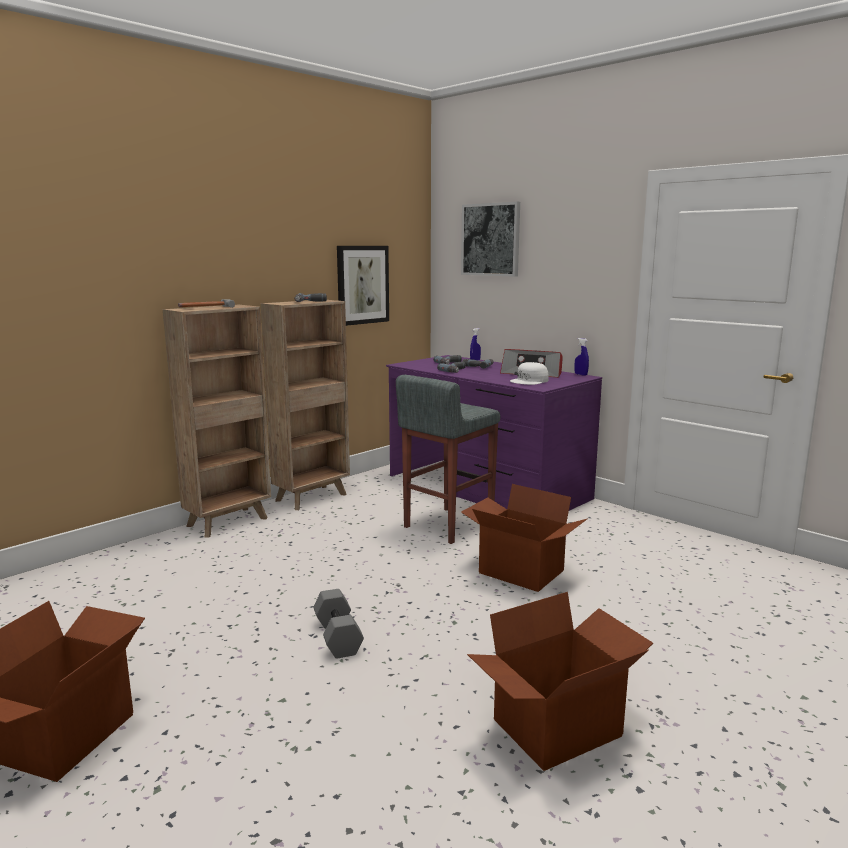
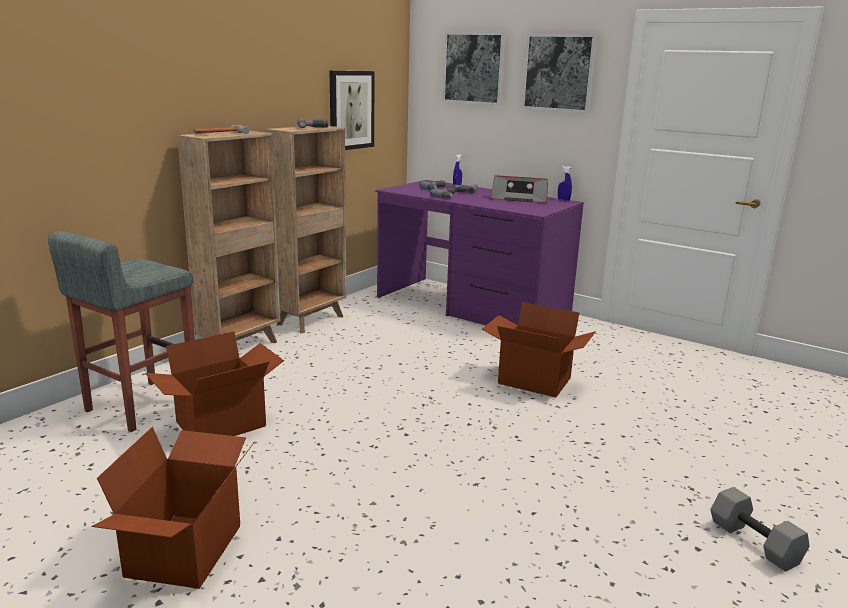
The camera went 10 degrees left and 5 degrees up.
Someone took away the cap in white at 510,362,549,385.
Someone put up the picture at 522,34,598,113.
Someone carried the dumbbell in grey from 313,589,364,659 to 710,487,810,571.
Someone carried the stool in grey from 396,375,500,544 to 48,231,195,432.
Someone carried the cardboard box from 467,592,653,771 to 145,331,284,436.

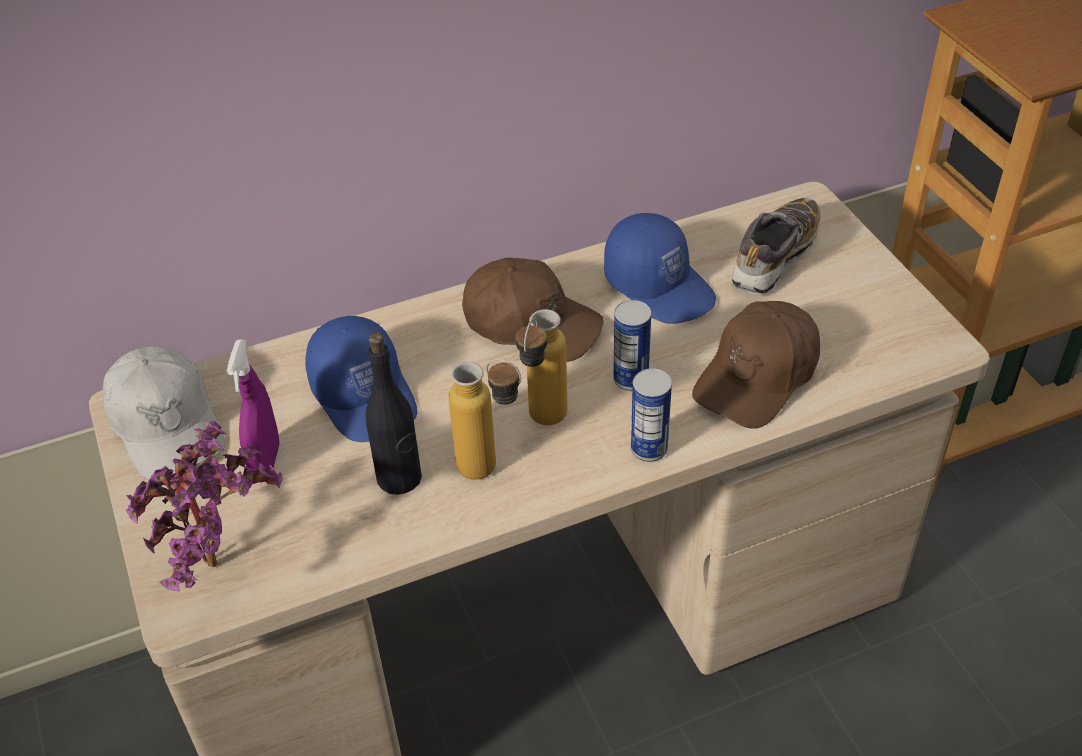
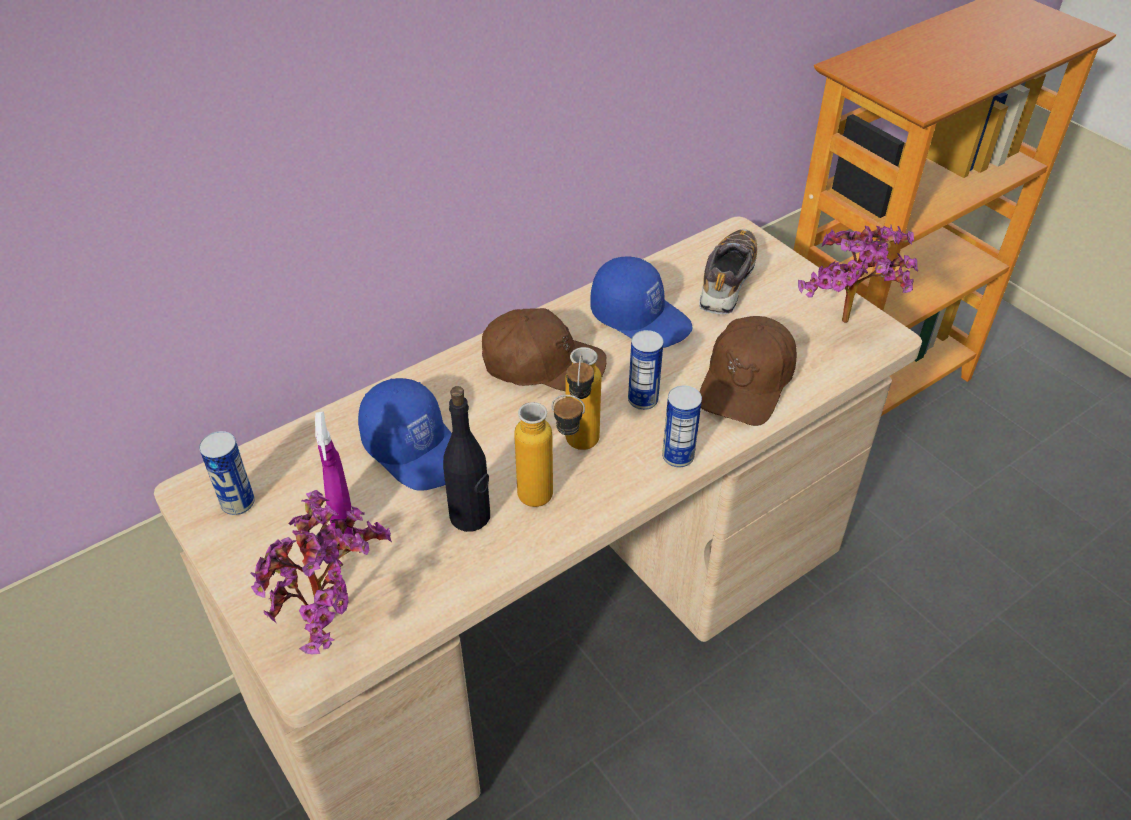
The camera went 15 degrees left and 0 degrees up.
Someone put down the potted plant at 798,224,918,323.
Someone swapped the cap in white at 103,346,225,480 for the can at 199,431,255,515.

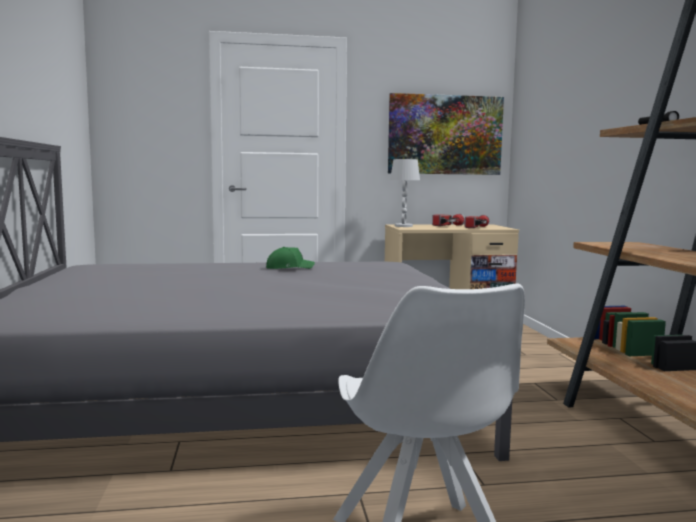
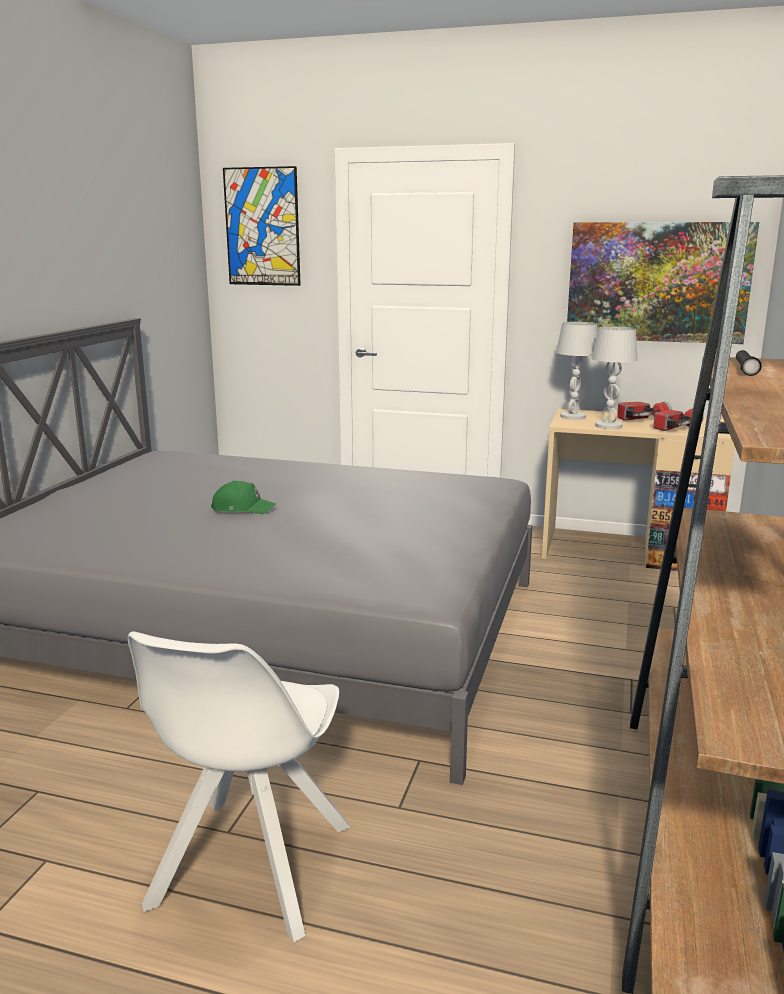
The camera went 25 degrees right and 10 degrees up.
Someone put up the picture at 223,166,301,286.
Someone put down the table lamp in white at 592,326,638,429.
Someone carried the cap in green from 266,247,315,269 to 211,481,276,514.

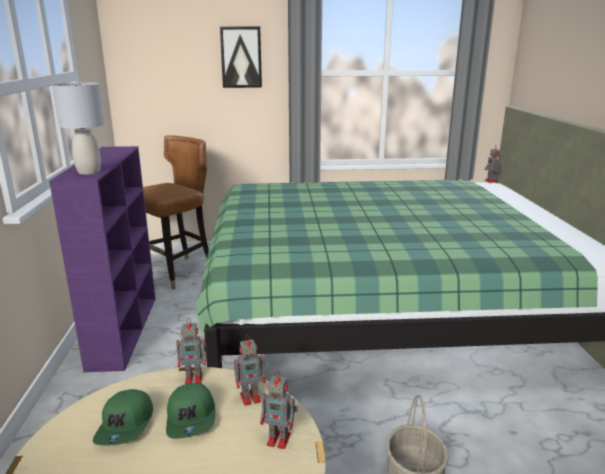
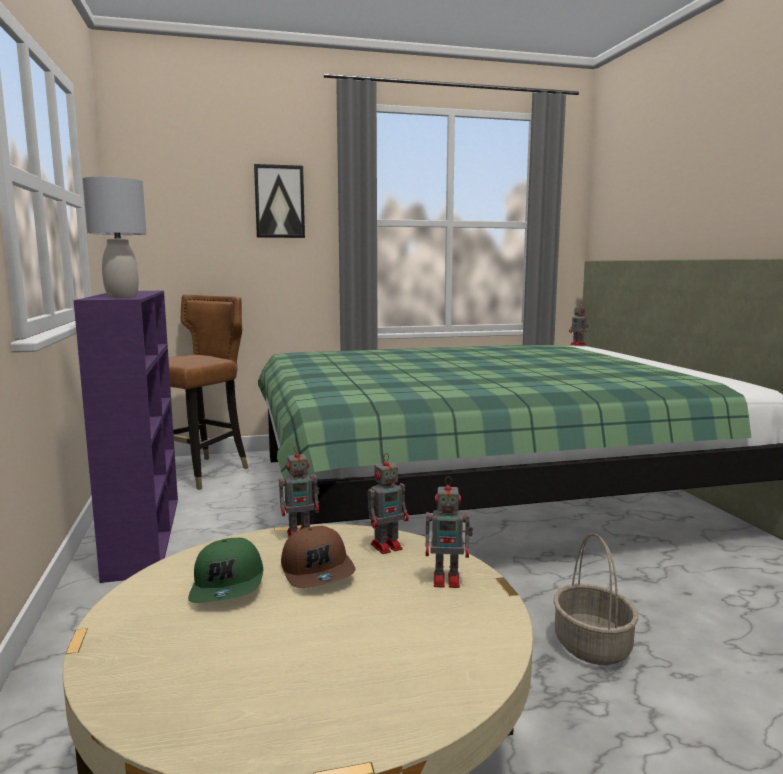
The camera went 10 degrees left and 10 degrees down.
Someone repainted the cap in green at 166,383,215,439, which became the cap in brown at 281,526,355,588.

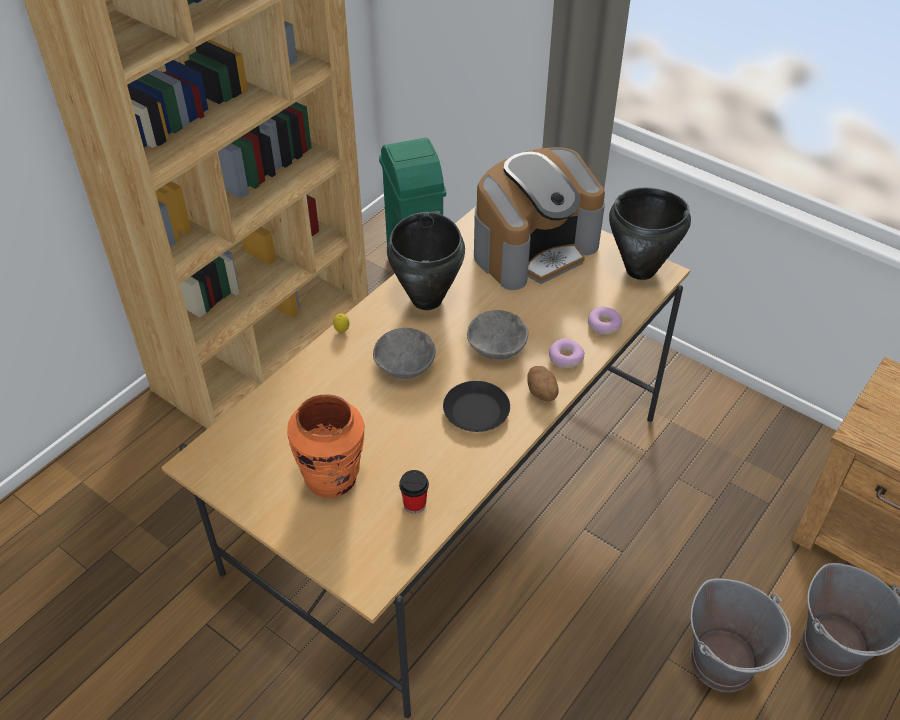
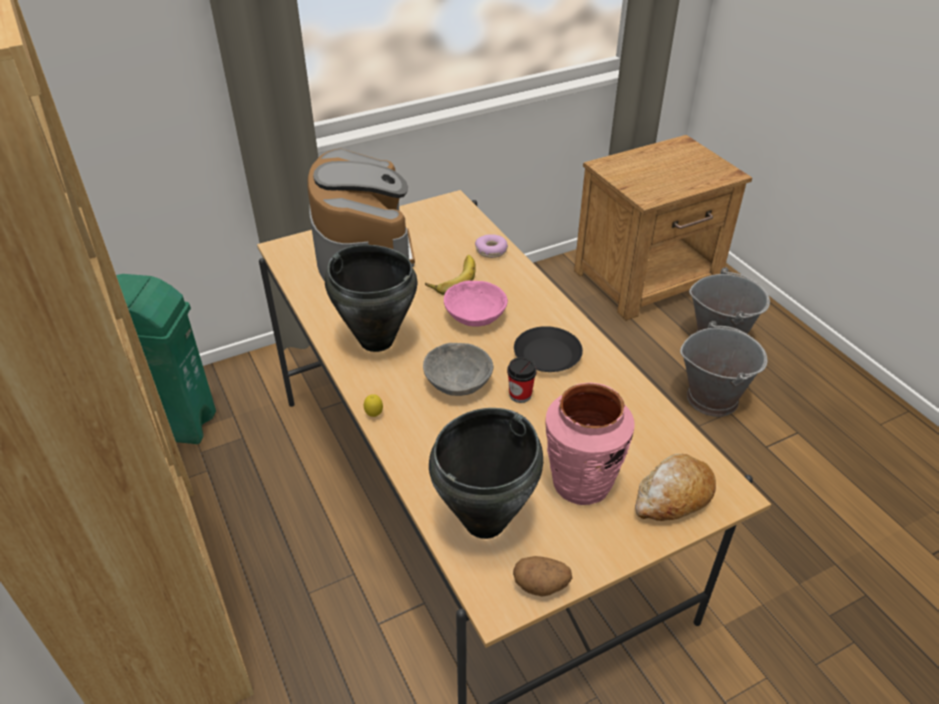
The camera went 65 degrees left and 5 degrees down.
Someone took away the donut at 549,338,585,369.
Someone put down the banana at 425,255,476,295.
Someone put down the bread at 635,453,716,521.
Someone carried the cup from 399,470,429,514 to 507,357,536,403.
Someone carried the potato from 528,366,558,402 to 513,556,572,597.
Someone carried the cooking pot in black from 609,188,691,280 to 429,408,543,539.
Someone repainted the vase in orange at 287,394,364,498, which became the vase in pink at 545,383,635,505.
Someone repainted the bowl in grey at 467,310,528,359, which became the bowl in pink at 444,281,508,327.

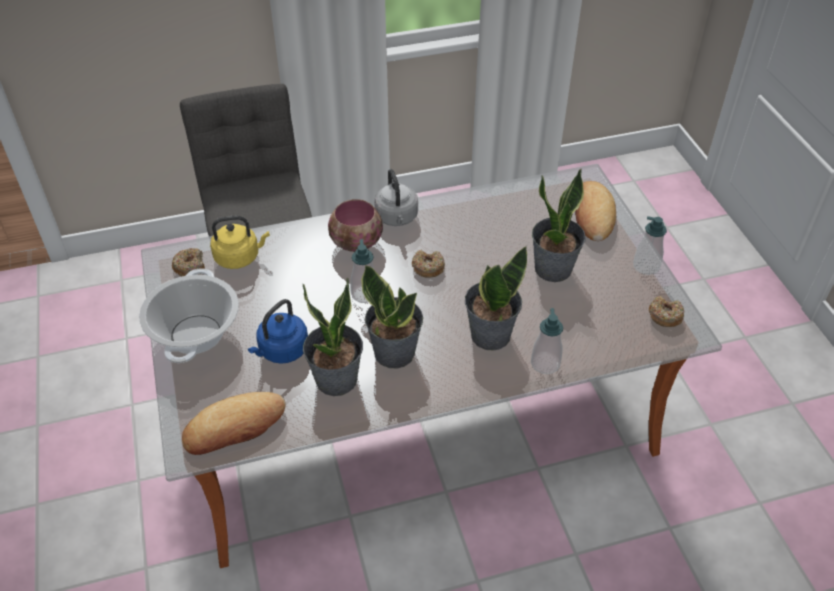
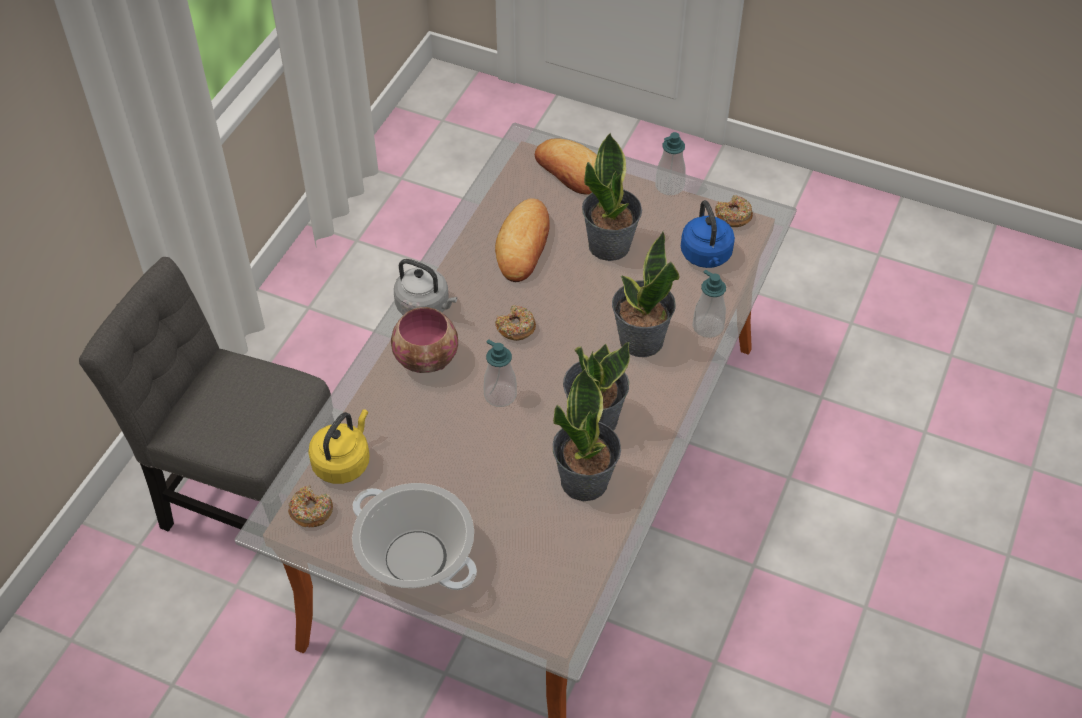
The camera went 50 degrees left and 5 degrees up.
Someone carried the bread from 182,392,286,455 to 495,198,549,282.
Someone carried the kettle in blue from 248,299,308,364 to 681,200,735,268.

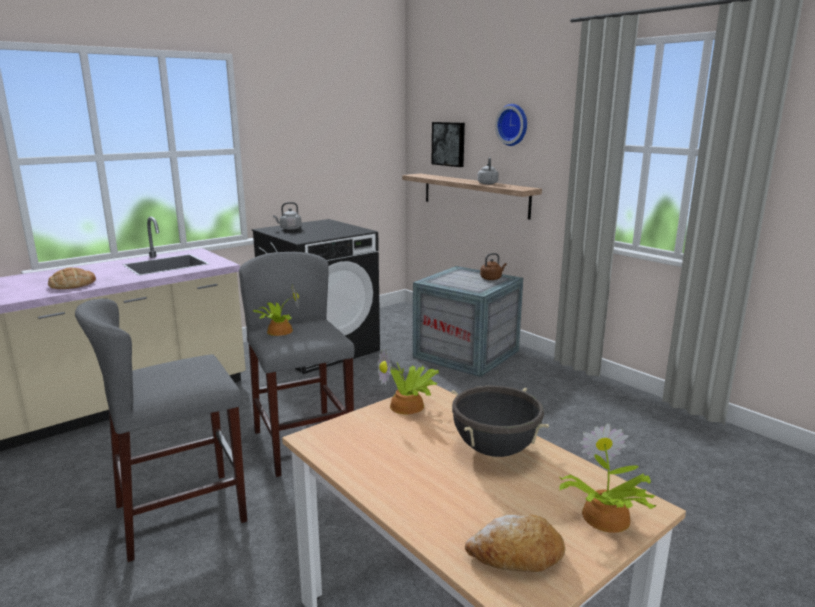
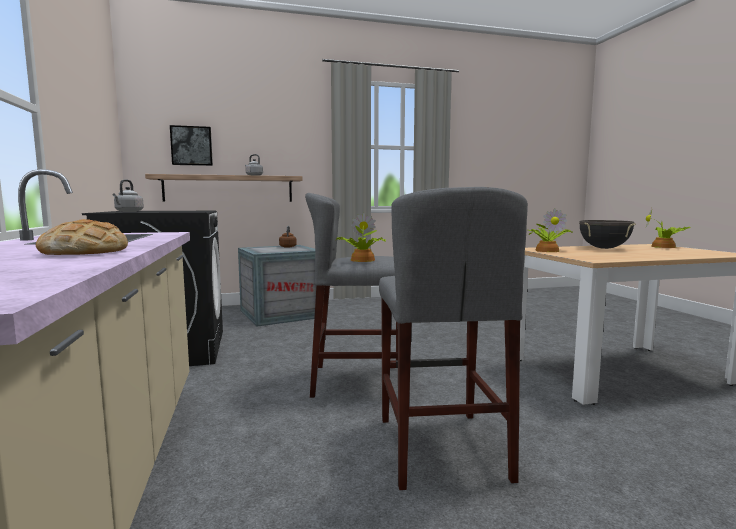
The camera went 65 degrees left and 10 degrees down.
Someone took away the bread at 465,514,565,572.
Someone took away the wall clock at 495,104,527,146.

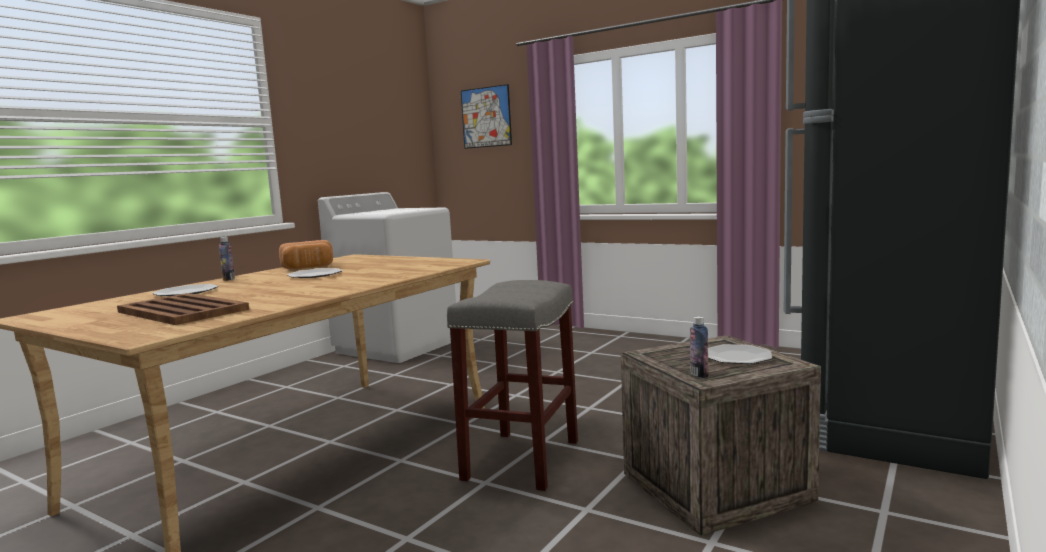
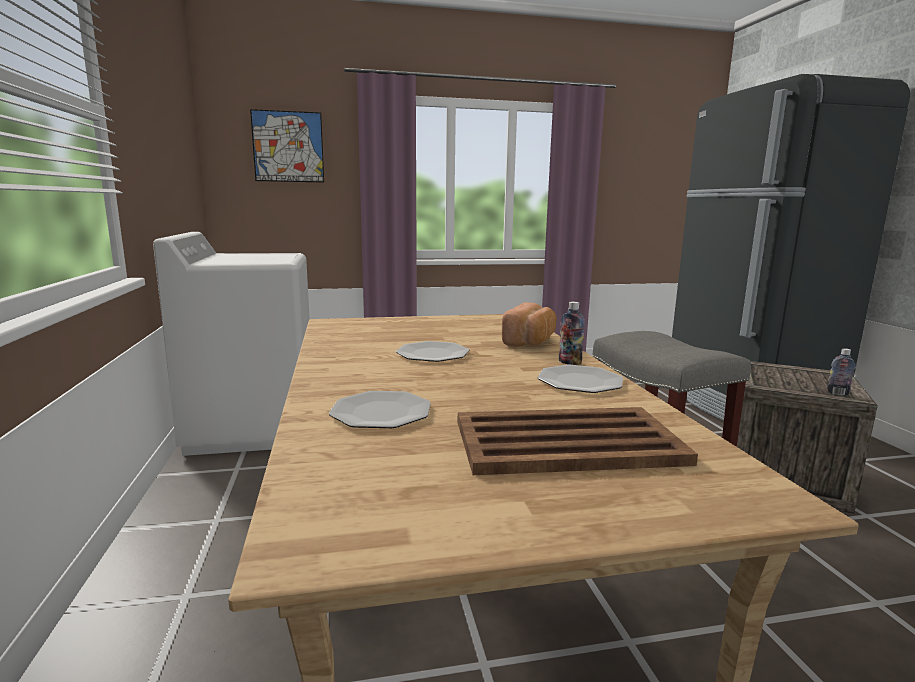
The camera went 45 degrees left and 5 degrees up.
Someone carried the bottle from 219,237,235,281 to 559,302,585,365.
Someone carried the bread from 279,240,333,269 to 502,302,557,347.
Someone carried the plate from 708,344,772,364 to 538,365,623,393.

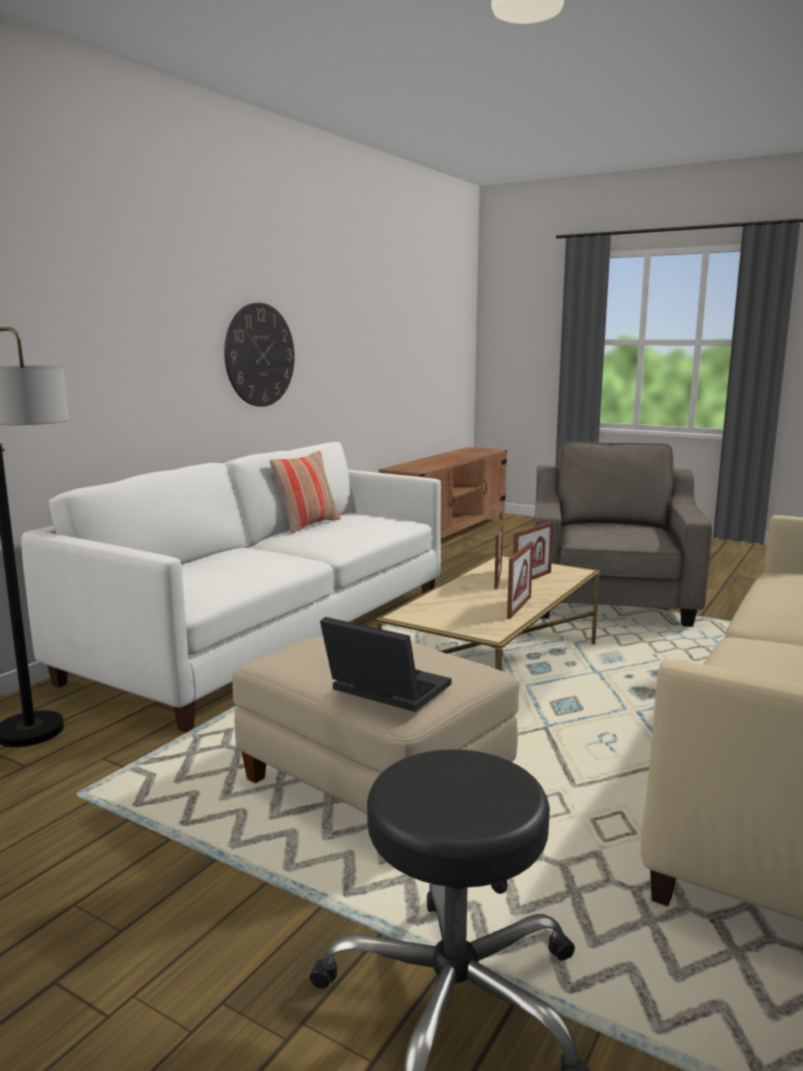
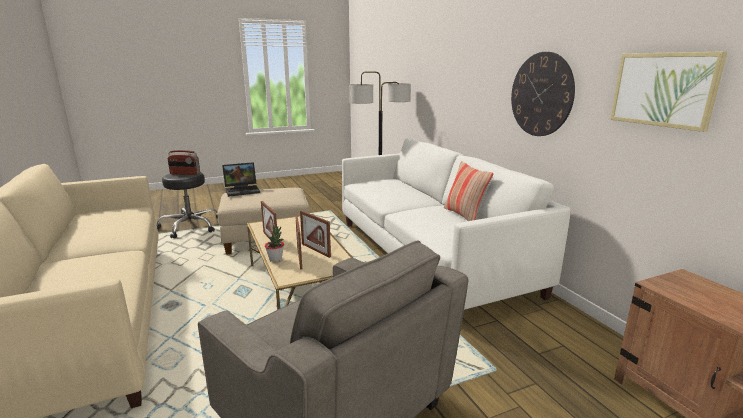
The camera went 125 degrees right and 5 degrees up.
Someone put down the radio at 168,150,200,175.
Someone put down the potted plant at 265,225,284,262.
Someone put up the picture at 610,51,727,132.

